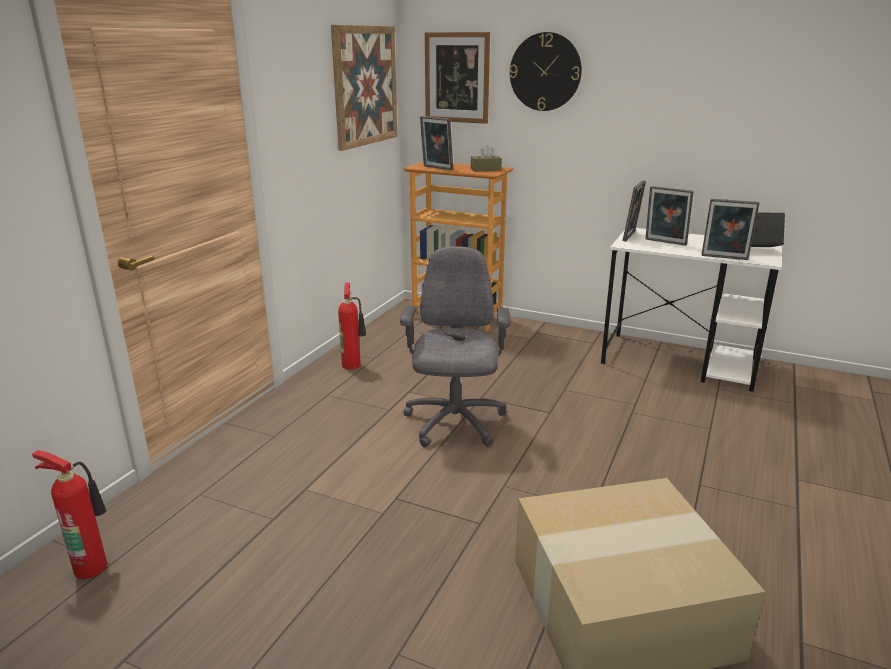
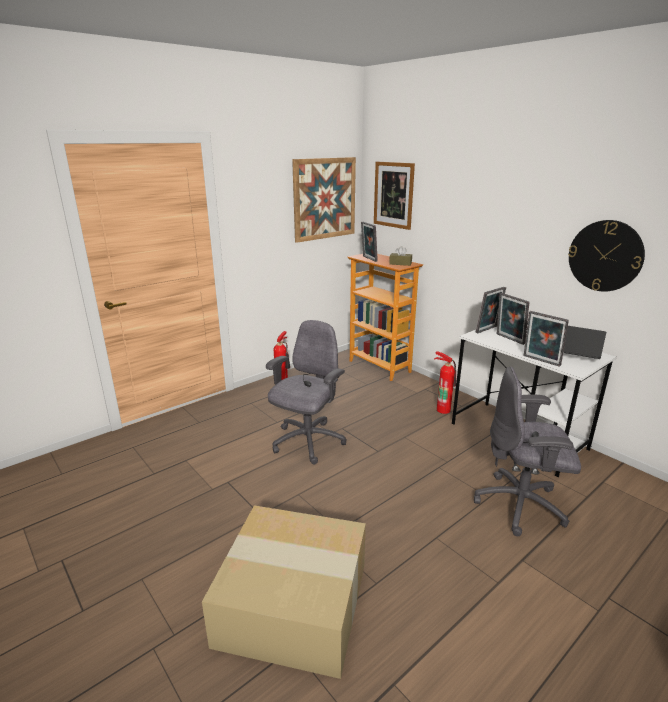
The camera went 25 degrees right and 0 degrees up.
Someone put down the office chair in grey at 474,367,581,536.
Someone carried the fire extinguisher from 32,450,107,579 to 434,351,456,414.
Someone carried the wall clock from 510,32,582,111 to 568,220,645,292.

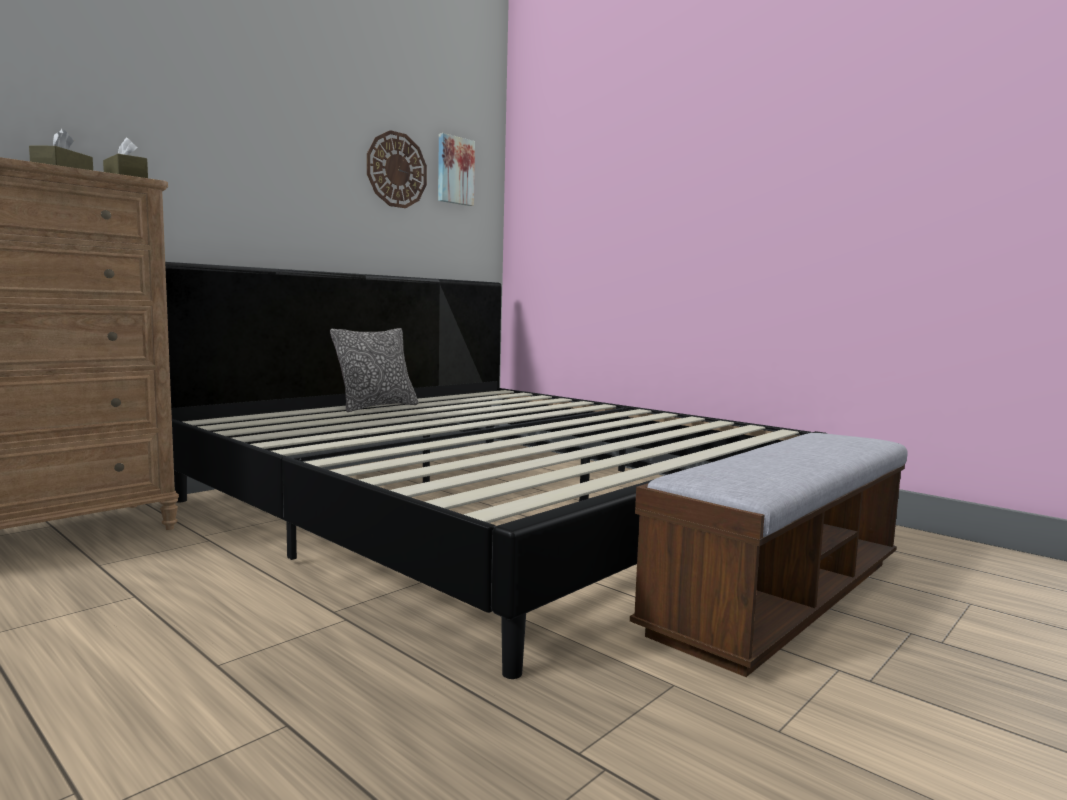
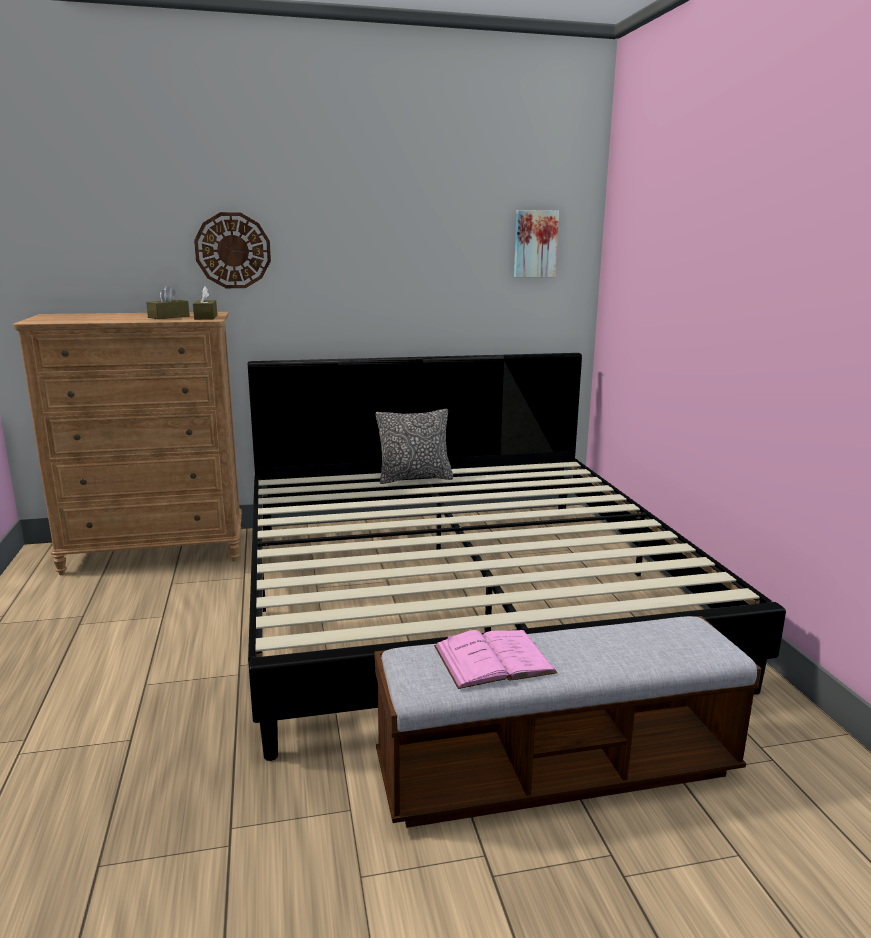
The camera went 35 degrees right and 10 degrees up.
Someone put down the book in pink at 434,630,558,689.
Someone carried the wall clock from 367,130,427,208 to 194,212,271,288.

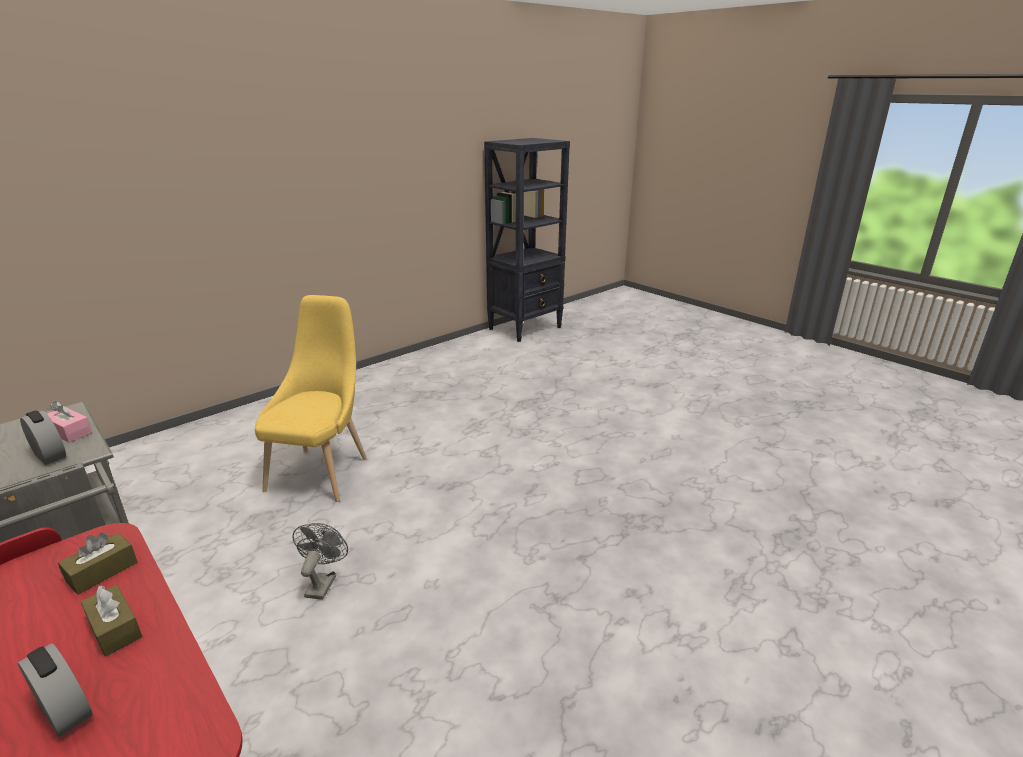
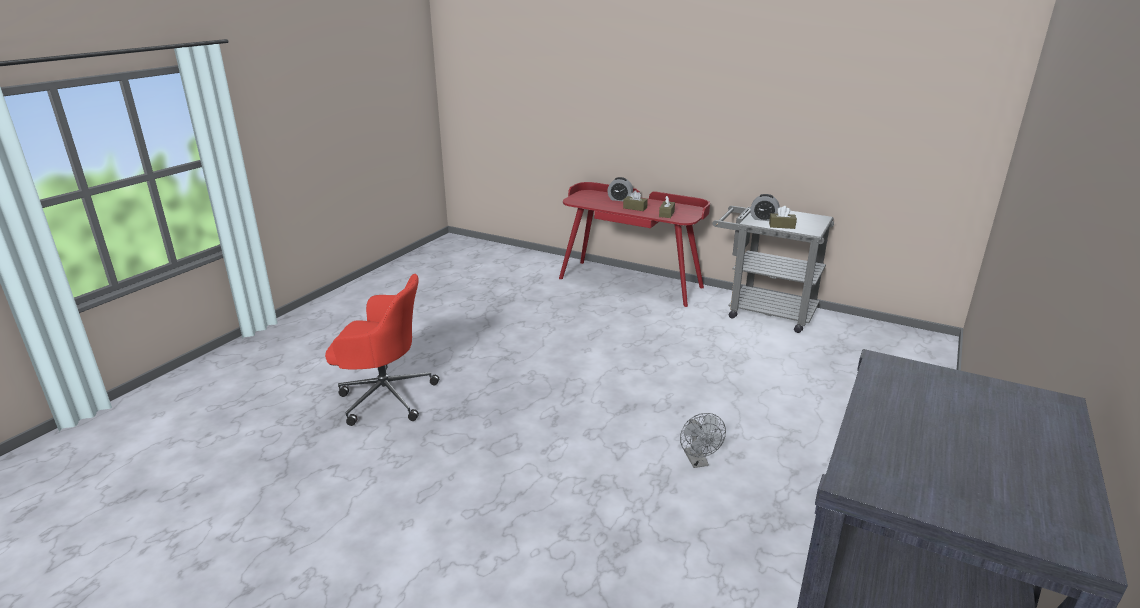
The camera went 160 degrees right and 0 degrees up.
Someone took away the chair in yellow at 255,295,367,502.
Someone put down the office chair in red at 325,274,439,426.
Someone carried the fan in grey from 292,523,348,600 to 680,413,726,468.
Someone repainted the tissue box in pink at 47,401,93,443, which became the tissue box in brown at 769,206,797,229.

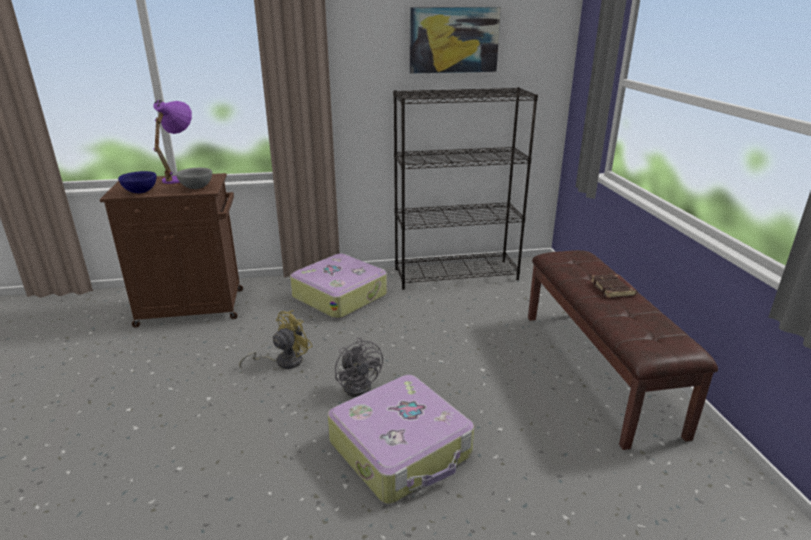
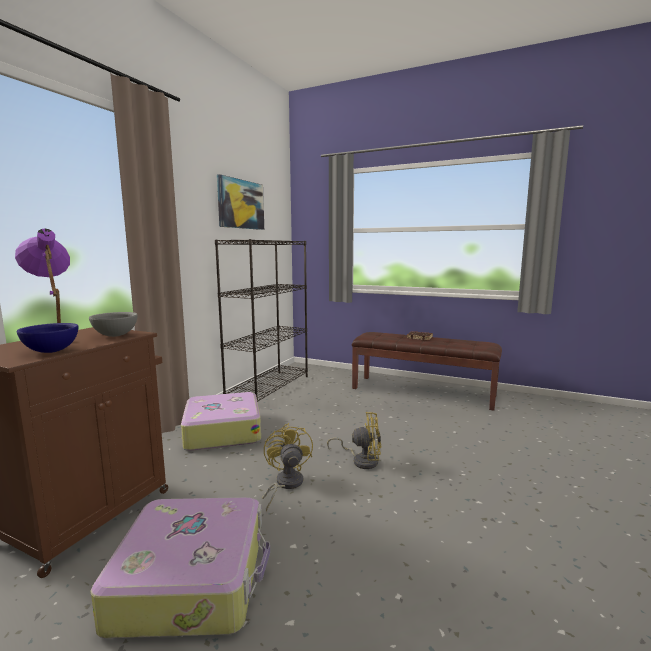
The camera went 55 degrees left and 15 degrees down.
Someone carried the suitcase from 328,375,474,504 to 91,497,270,638.
Someone repainted the fan in grey at 335,338,383,397, which became the fan in yellow at 327,412,381,469.

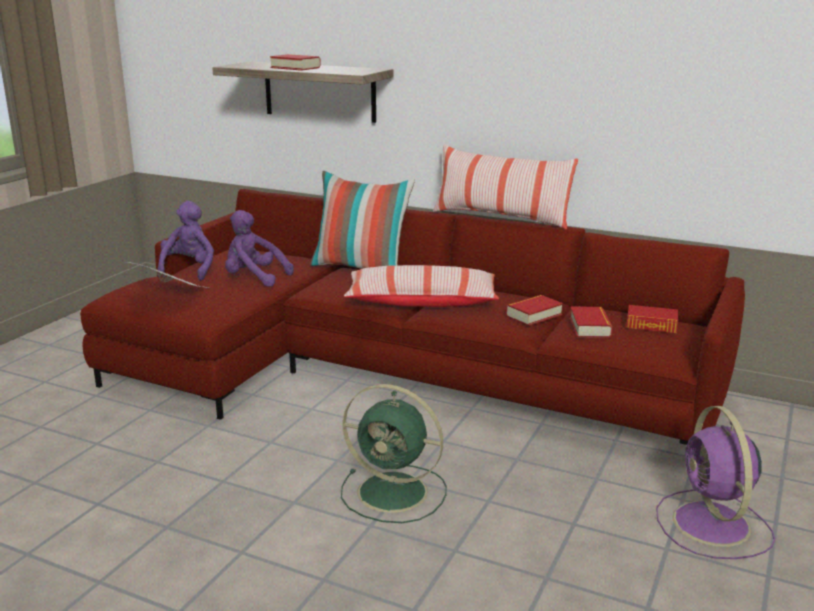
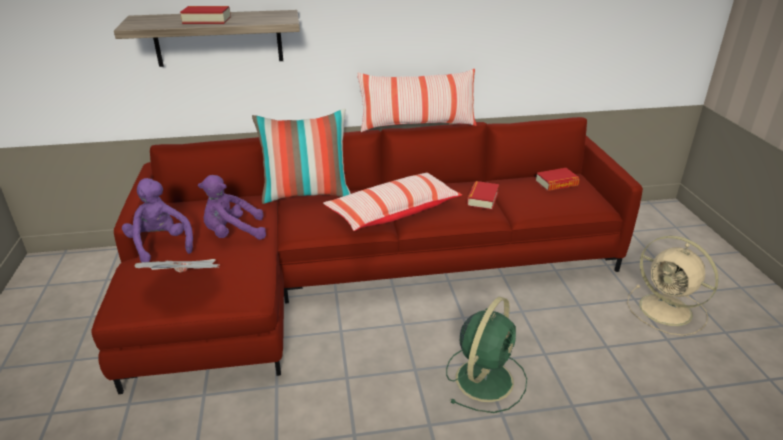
The camera went 35 degrees left and 10 degrees up.
Someone took away the book at 570,306,613,338.
Someone repainted the fan in purple at 656,406,775,559, which became the fan in beige at 627,236,719,336.
Someone rotated the fan in green at 341,384,447,523 by 45 degrees counterclockwise.

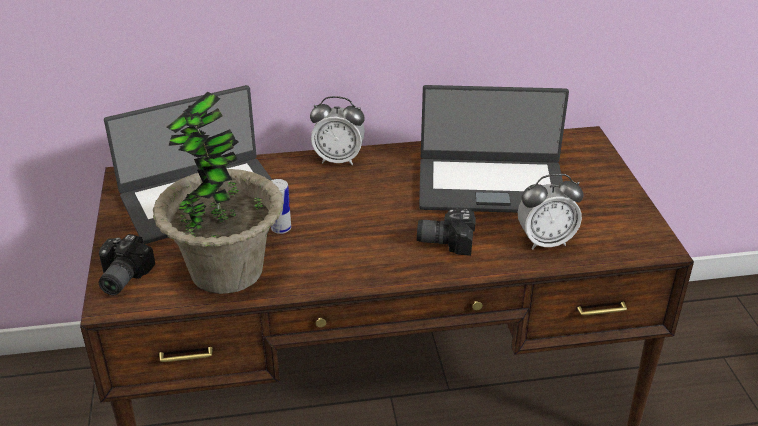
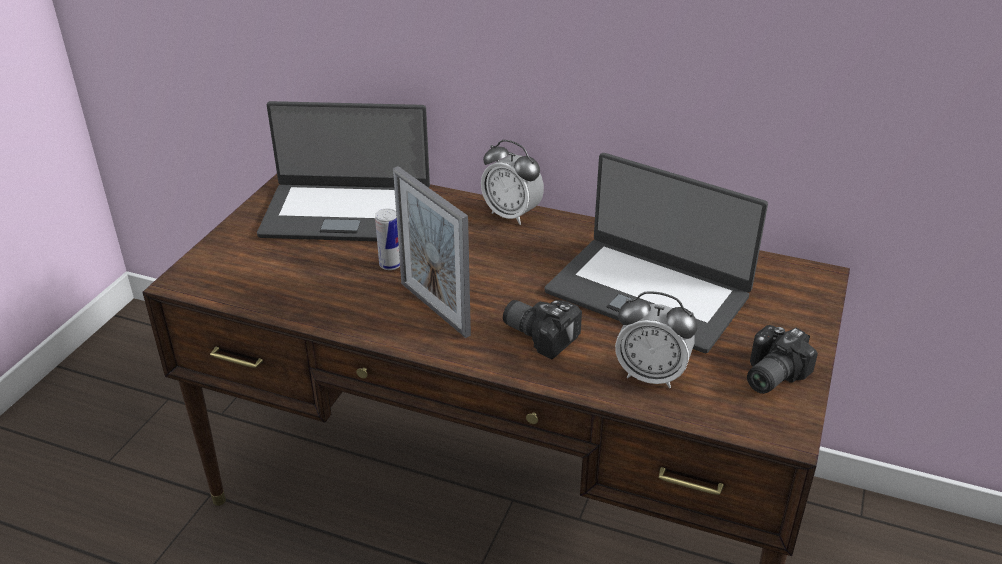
The camera went 30 degrees right and 0 degrees up.
Someone took away the potted plant at 153,91,284,294.
Someone put down the picture frame at 393,166,471,338.
Someone carried the photo camera from 99,234,155,295 to 747,325,818,394.

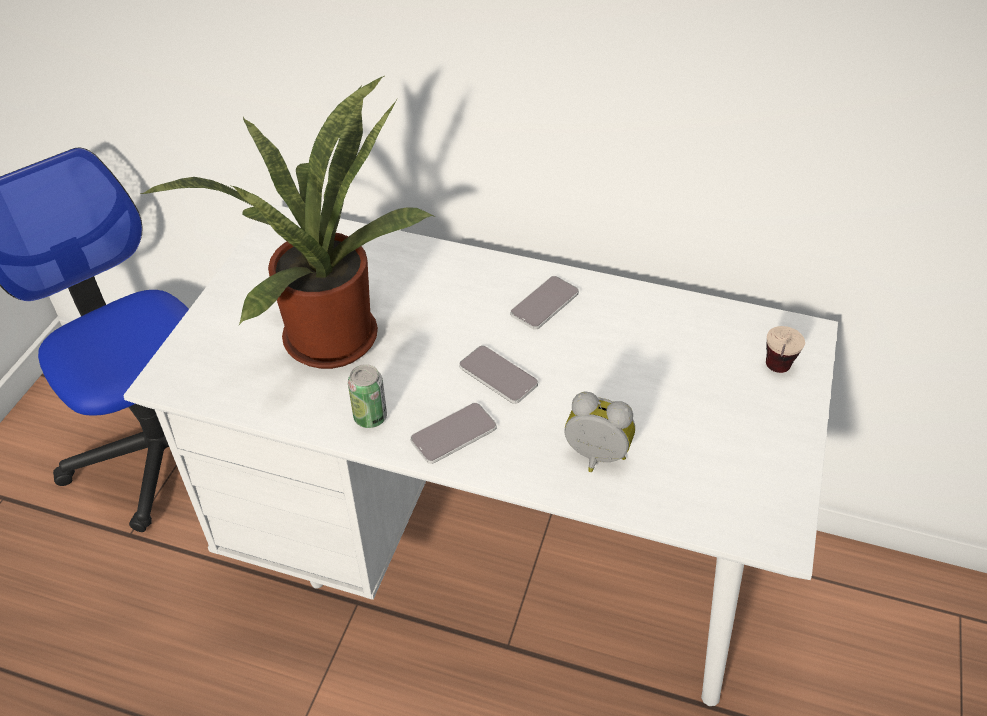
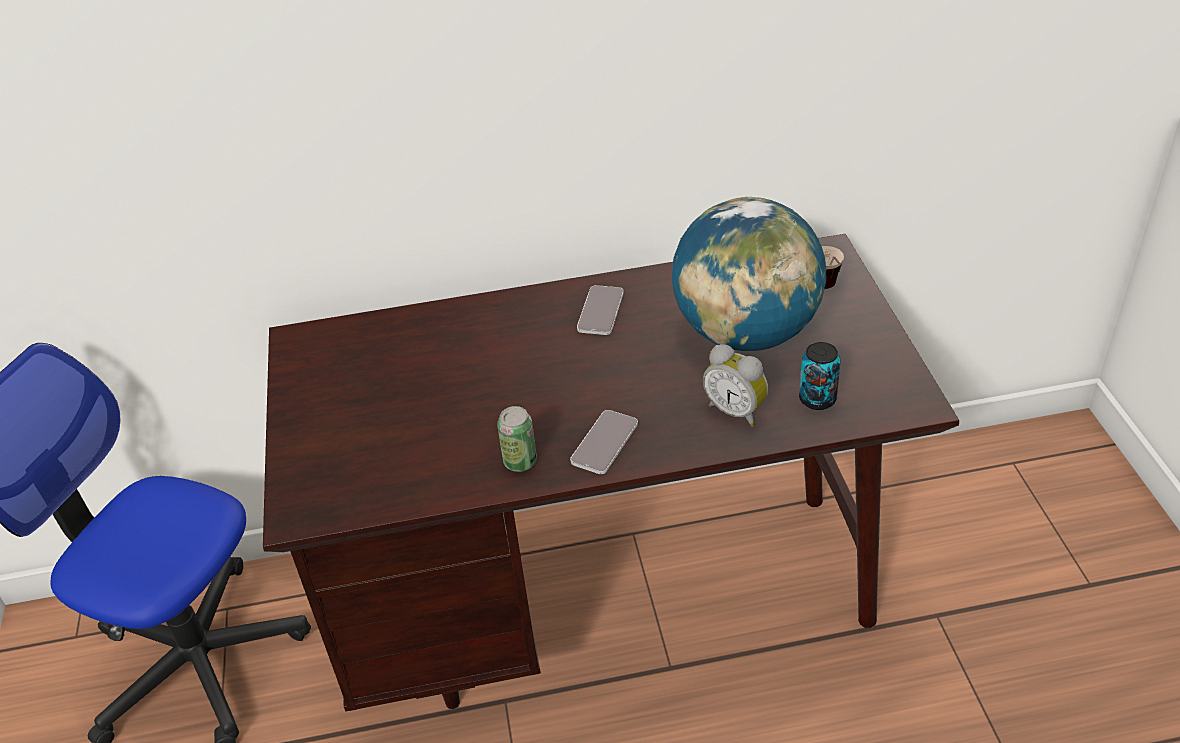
The camera went 25 degrees left and 5 degrees down.
Someone took away the potted plant at 140,76,435,369.
Someone took away the phone at 459,345,538,404.
Someone put down the globe at 672,197,827,351.
Someone put down the can at 799,342,841,410.
Someone repainted the desk in white at 123,204,838,706, which became the desk in brown at 263,234,959,712.
Someone rotated the alarm clock at 564,392,635,472 by 135 degrees counterclockwise.

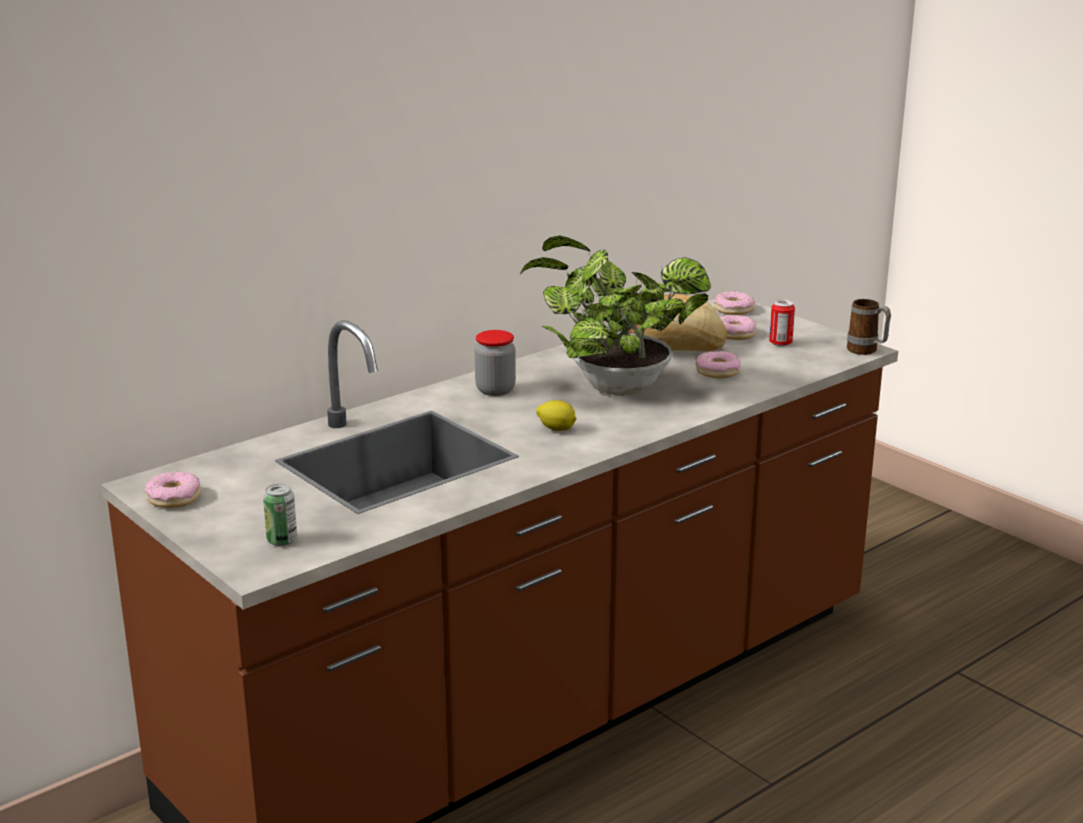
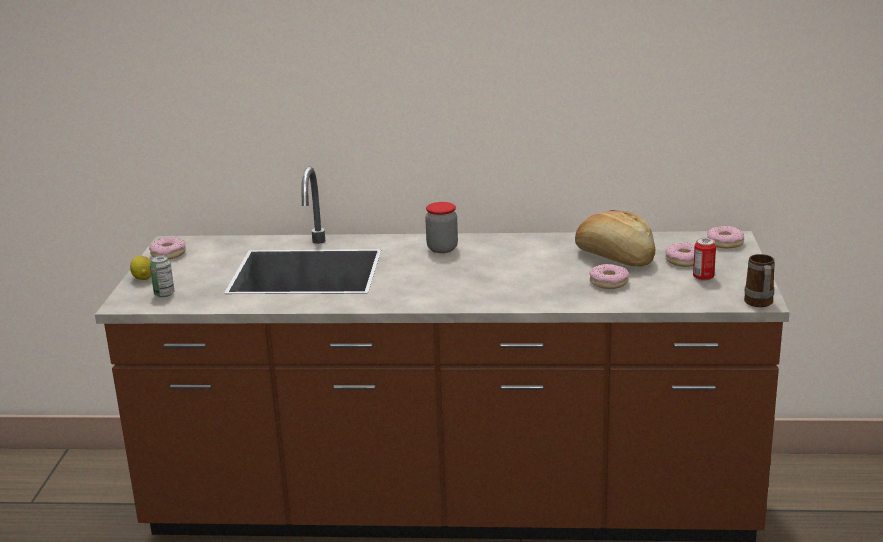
The camera went 45 degrees right and 0 degrees up.
Someone took away the potted plant at 520,235,711,396.
Someone carried the lemon from 536,400,576,431 to 130,256,151,280.

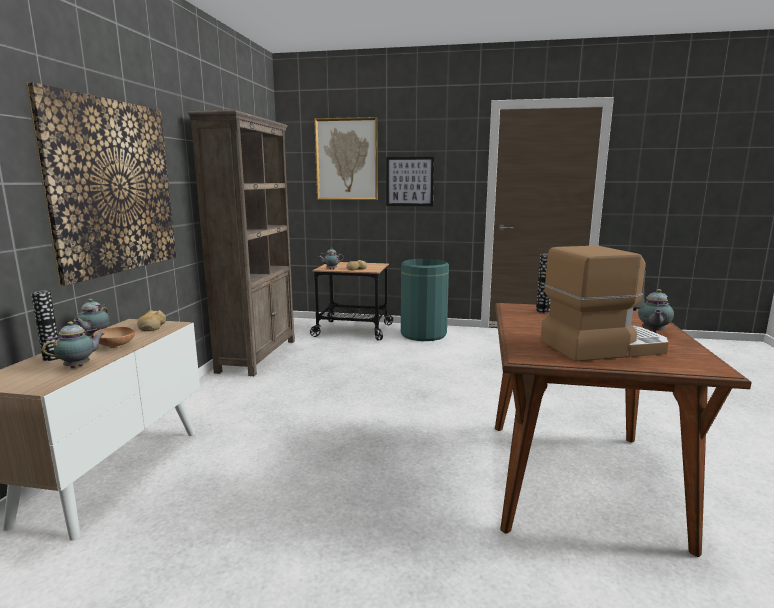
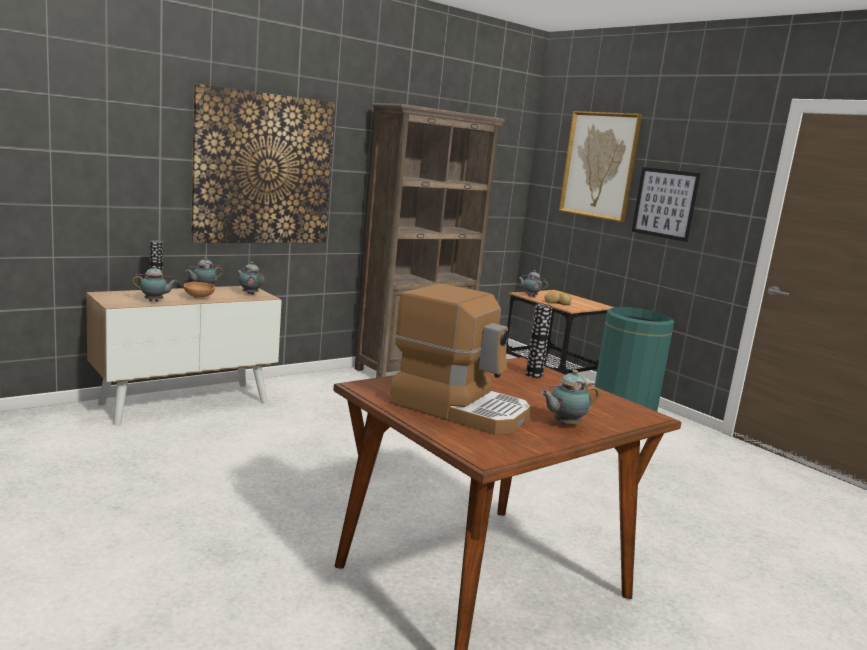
The camera went 40 degrees right and 0 degrees up.
Someone swapped the bread at 137,310,166,331 for the teapot at 237,262,264,295.

